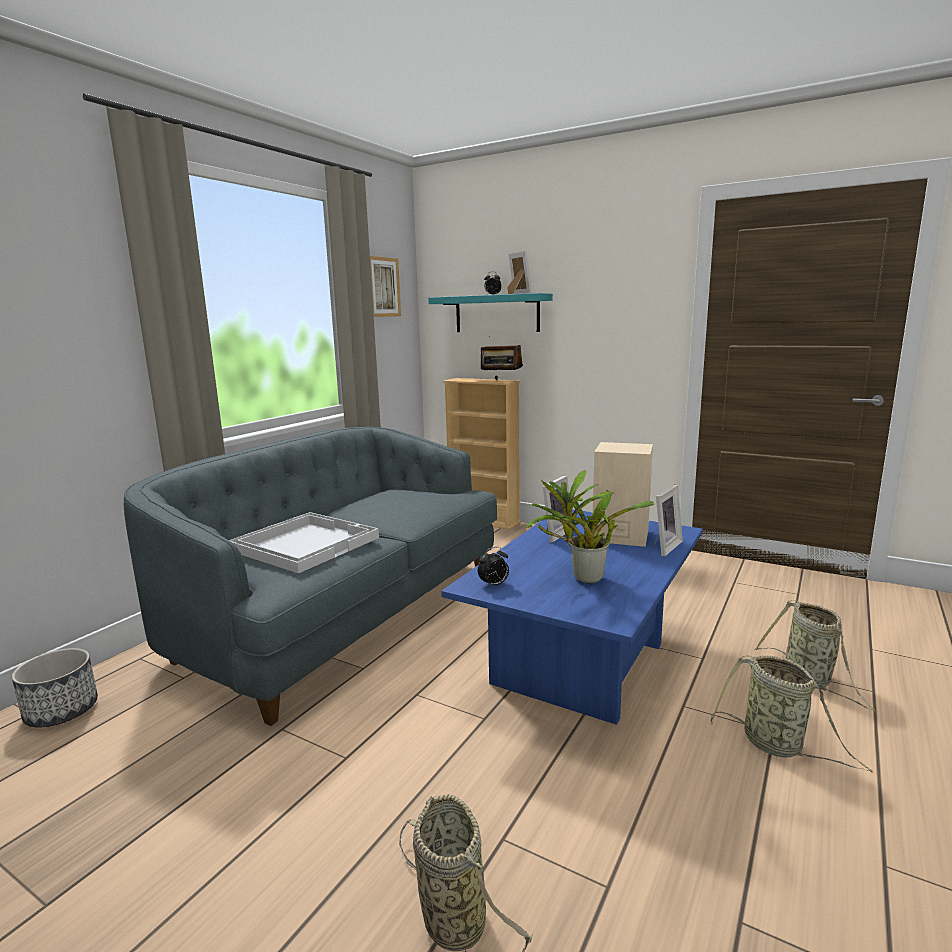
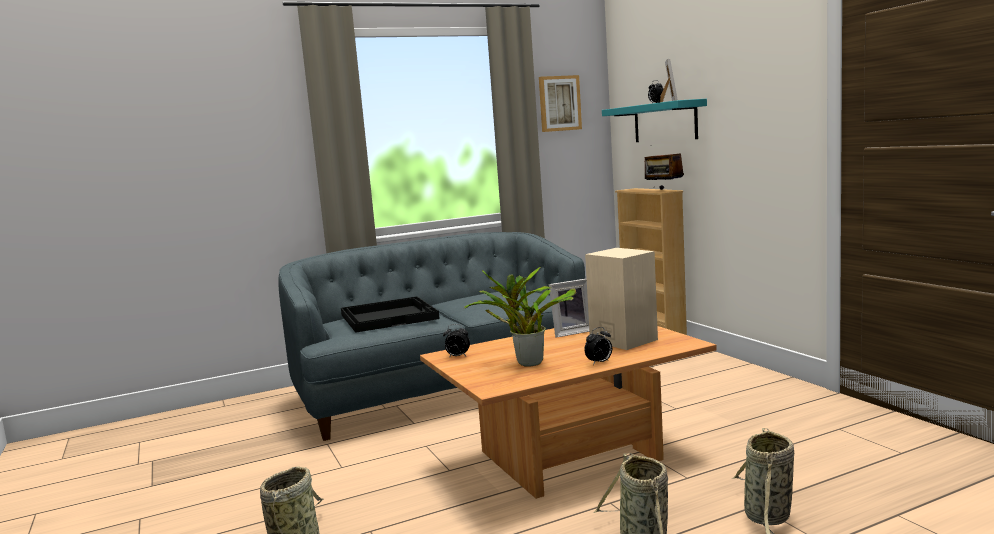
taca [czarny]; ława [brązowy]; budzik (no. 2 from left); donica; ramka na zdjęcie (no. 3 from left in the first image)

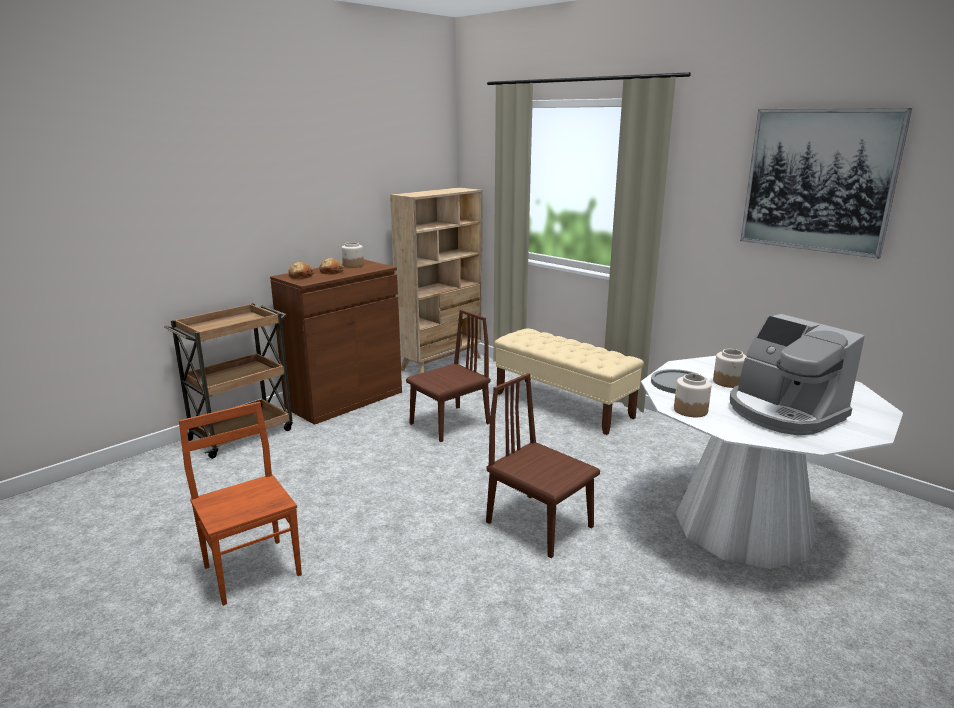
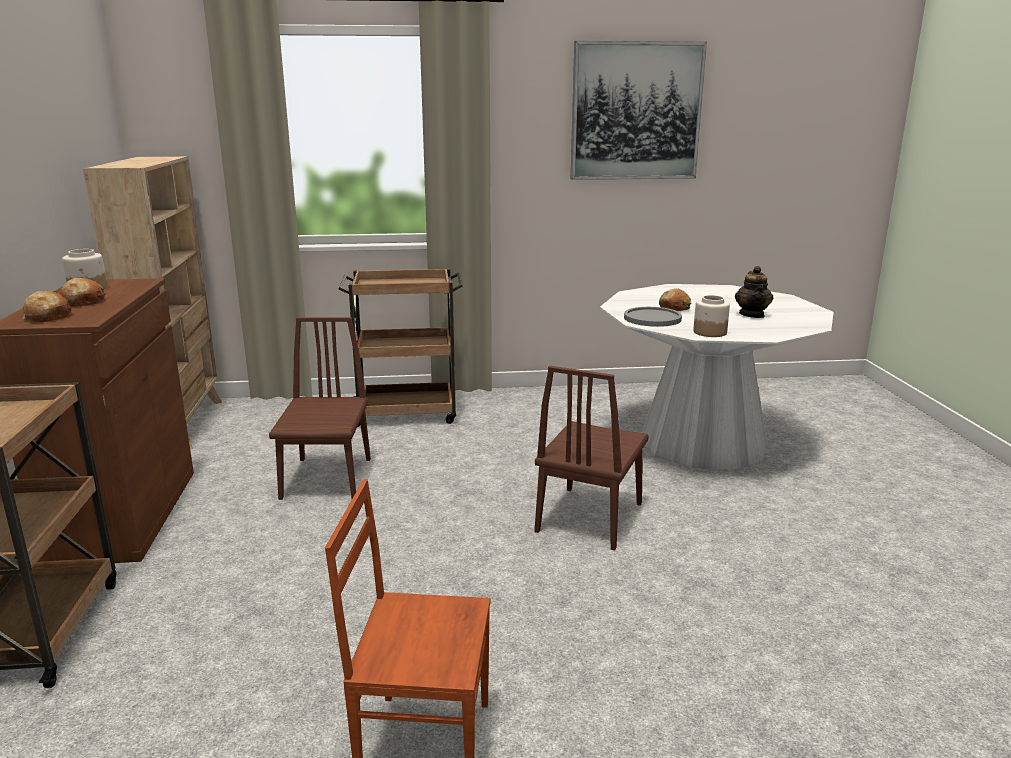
wózek [brązowy] (no. 2 from left); krzesło [brązowy] (no. 3 from left); chleb (no. 3 from left); imbryk

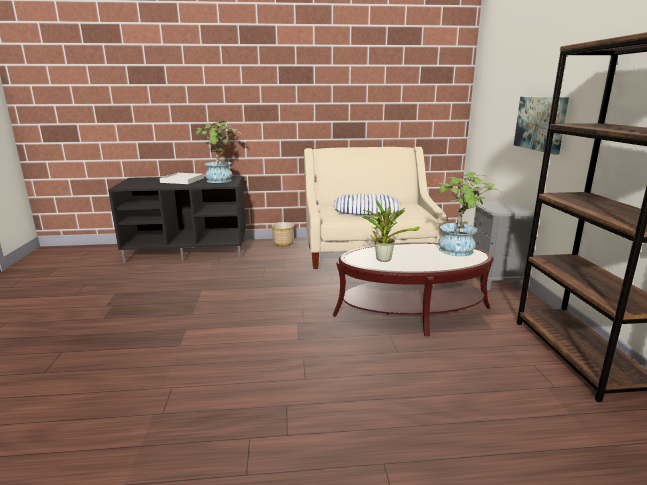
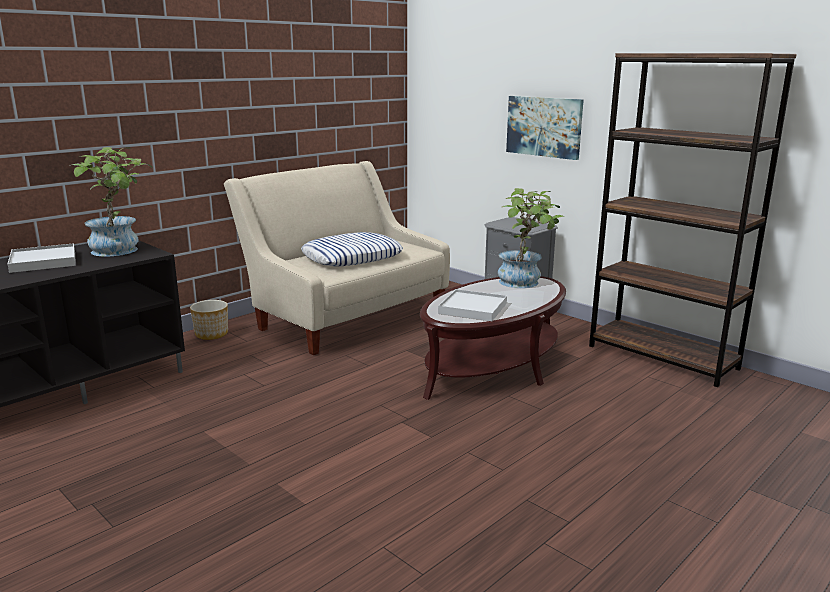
taca [biały] (no. 2 from left)

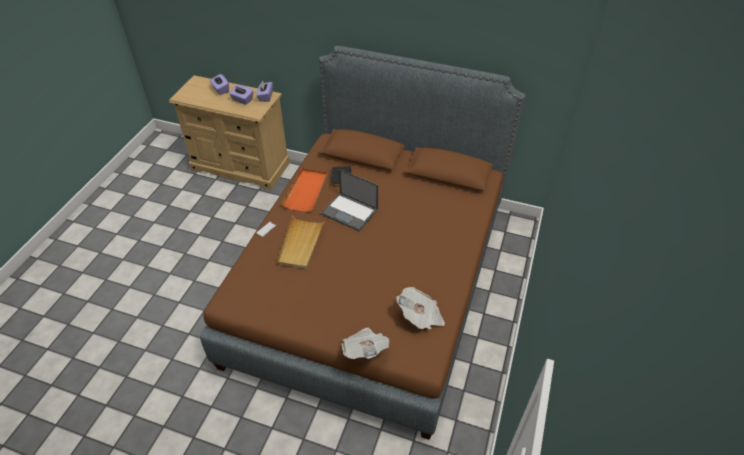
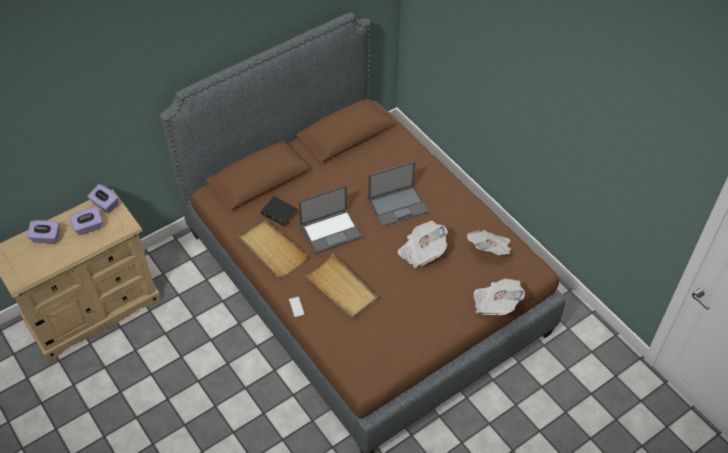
taca [beżowy] (no. 1 from left); laptop (no. 2 from left); gazeta (no. 1 from left)

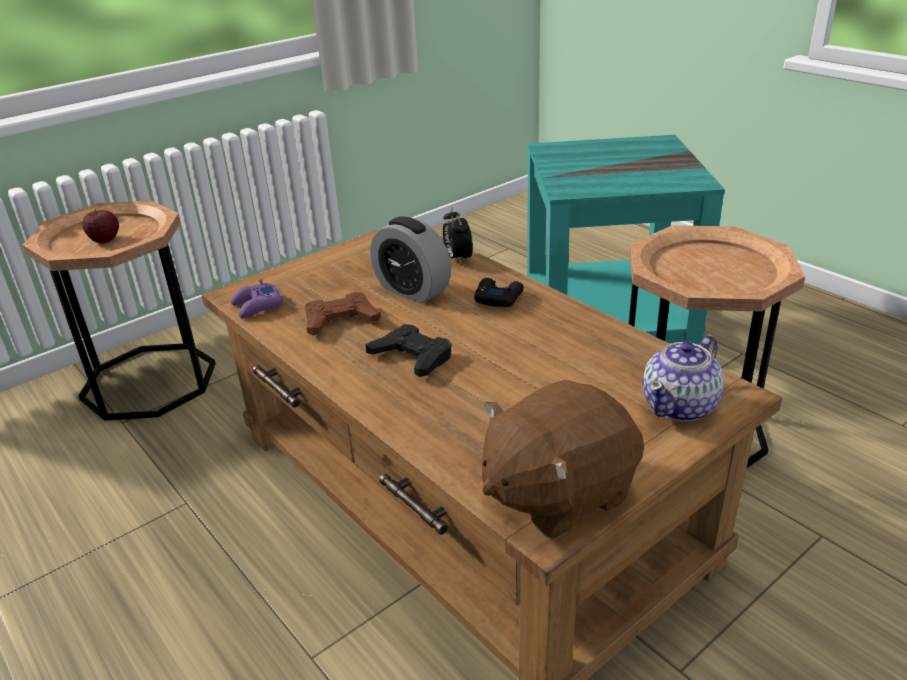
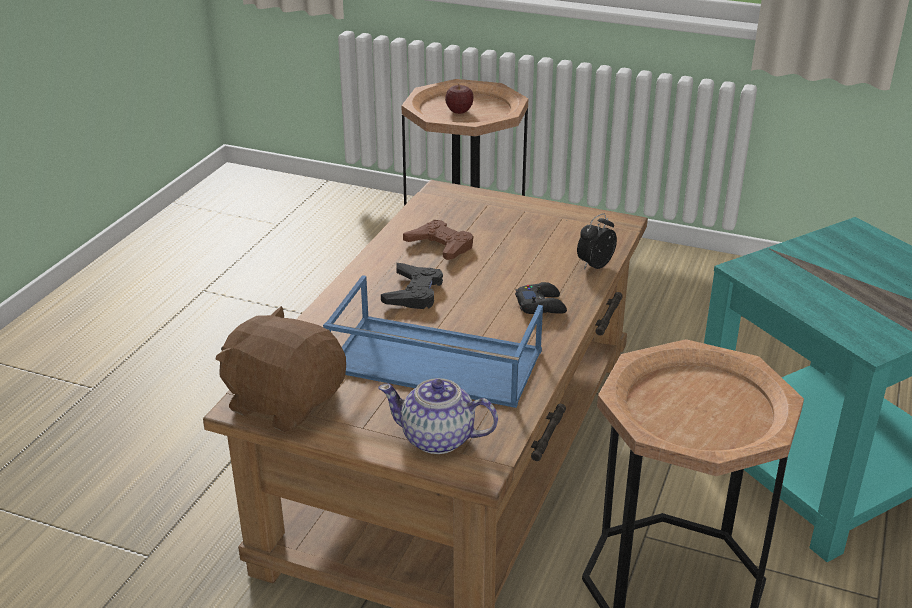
taca [niebieski]; pad do gier [fioletowy]; budzik (no. 1 from left in the first image)

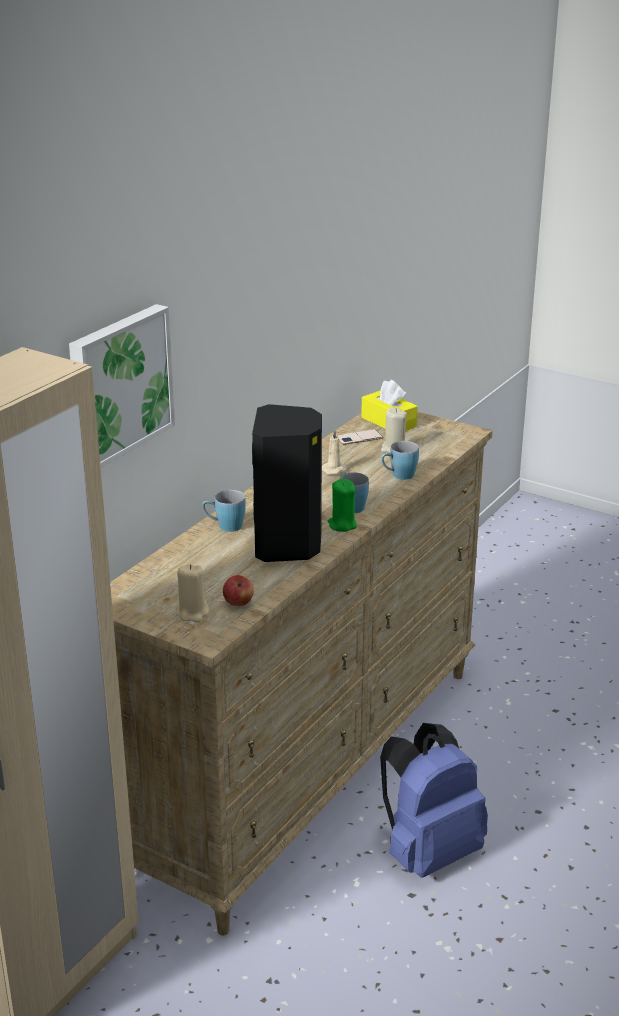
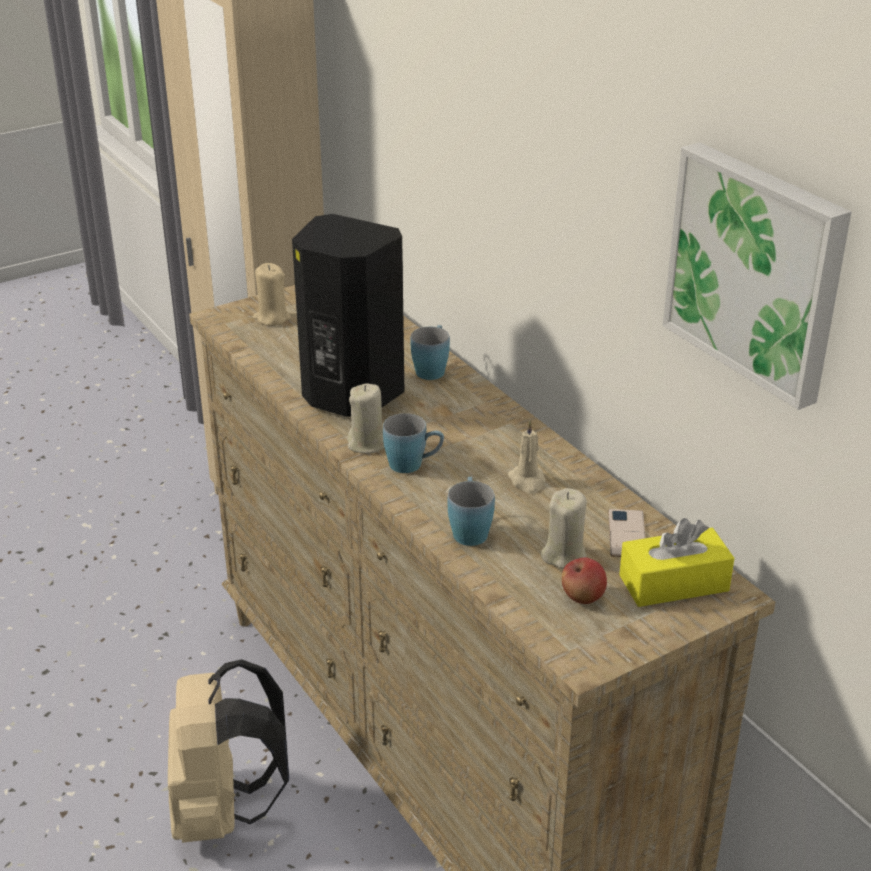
plecak [beżowy]; świeca [beżowy] (no. 2 from left); jabłko; obraz

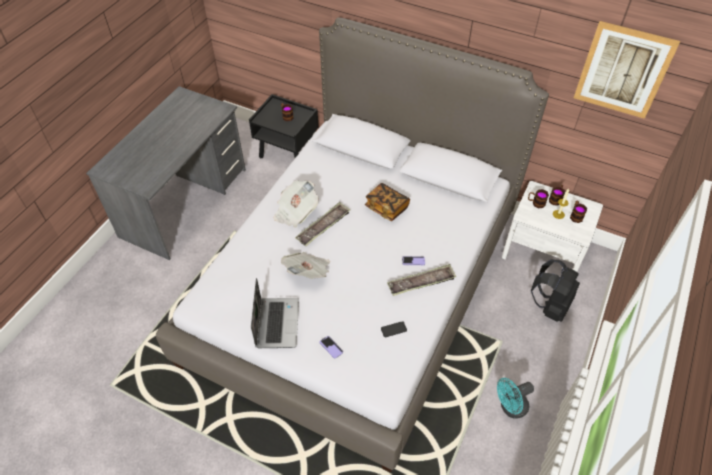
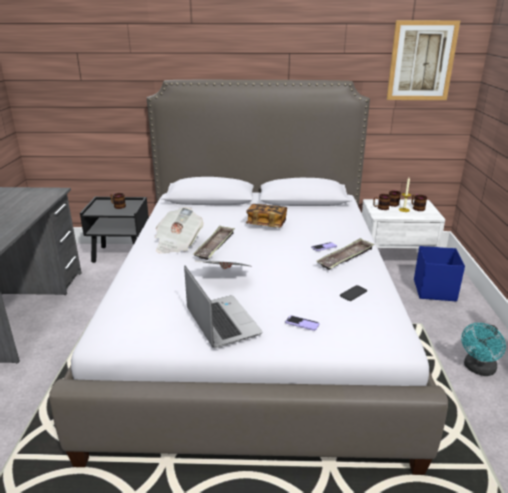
pojemnik do przechowywania [niebieski]

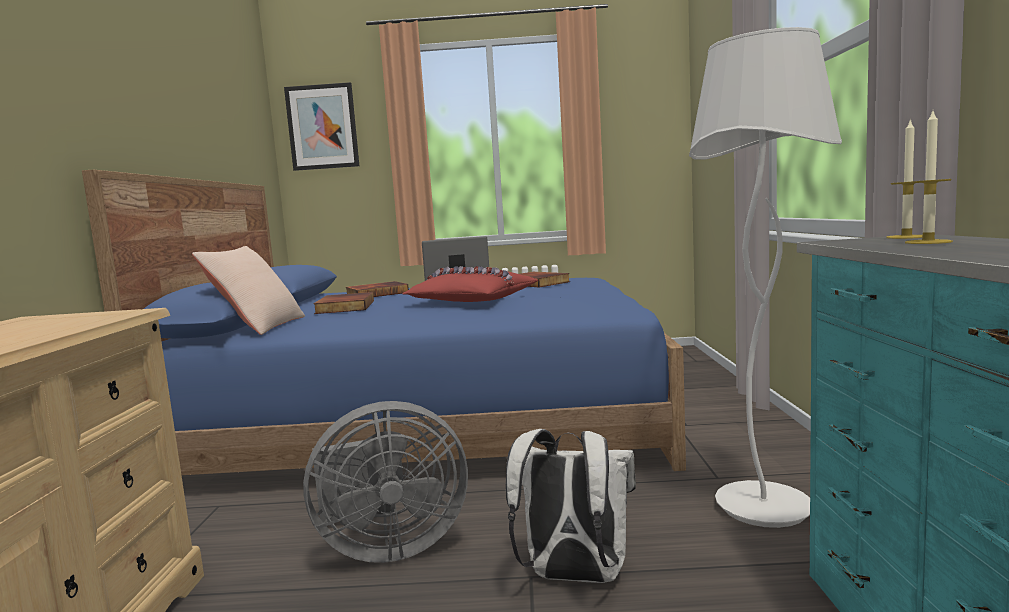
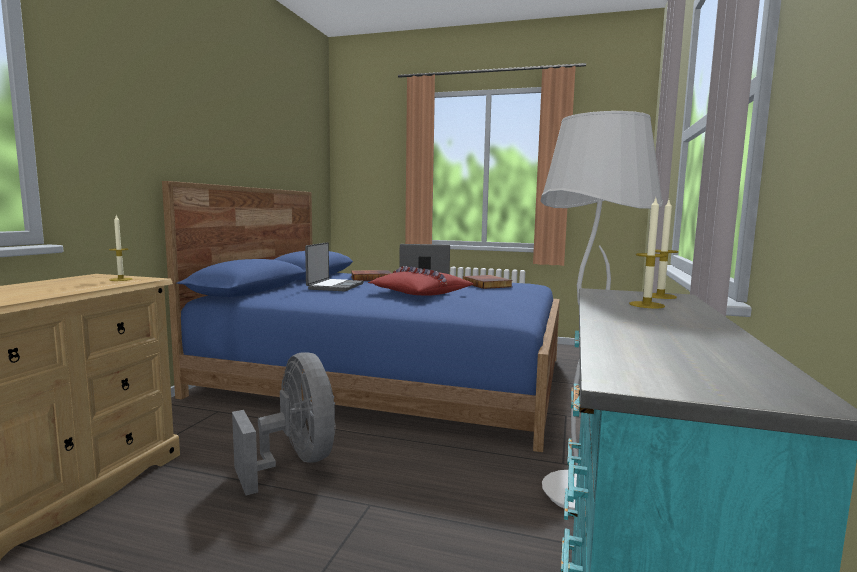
świeca (no. 1 from left); wentylator [szary]; laptop (no. 1 from left); poduszka [beżowy]; obraz; plecak [biały]

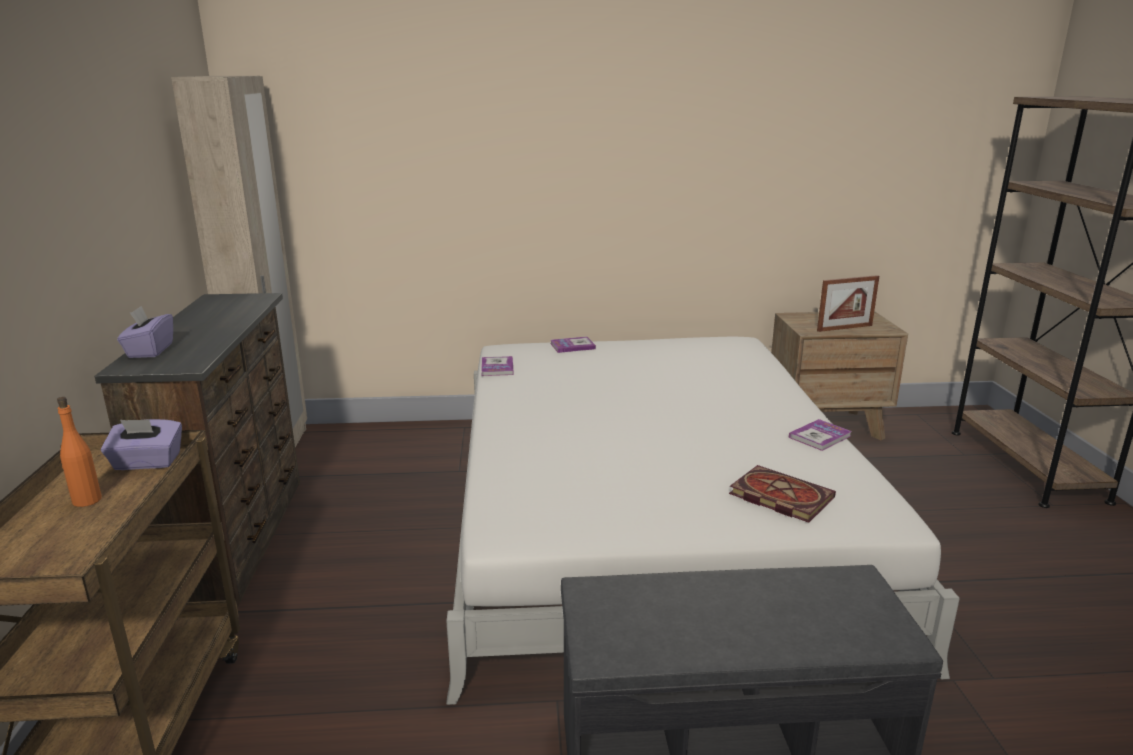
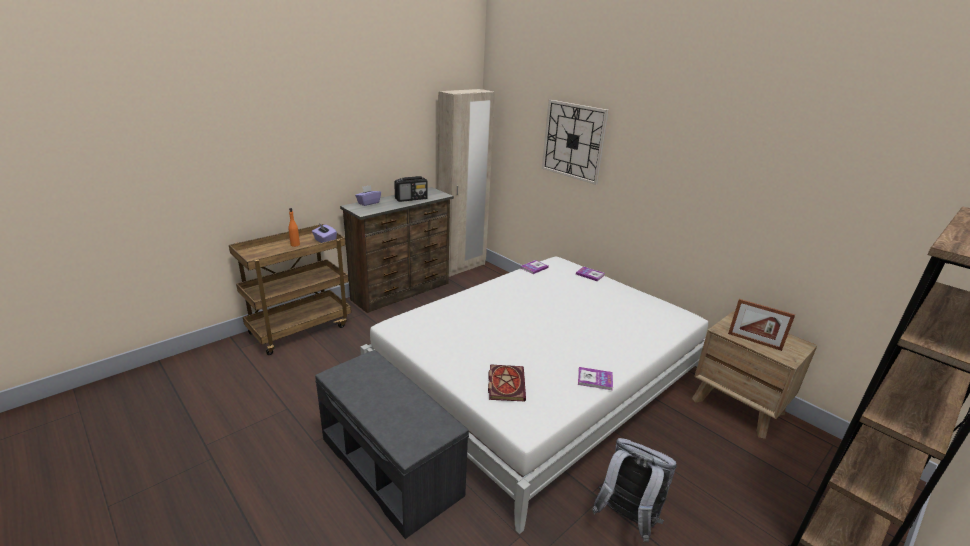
radio; zegar ścienny; plecak [szary]

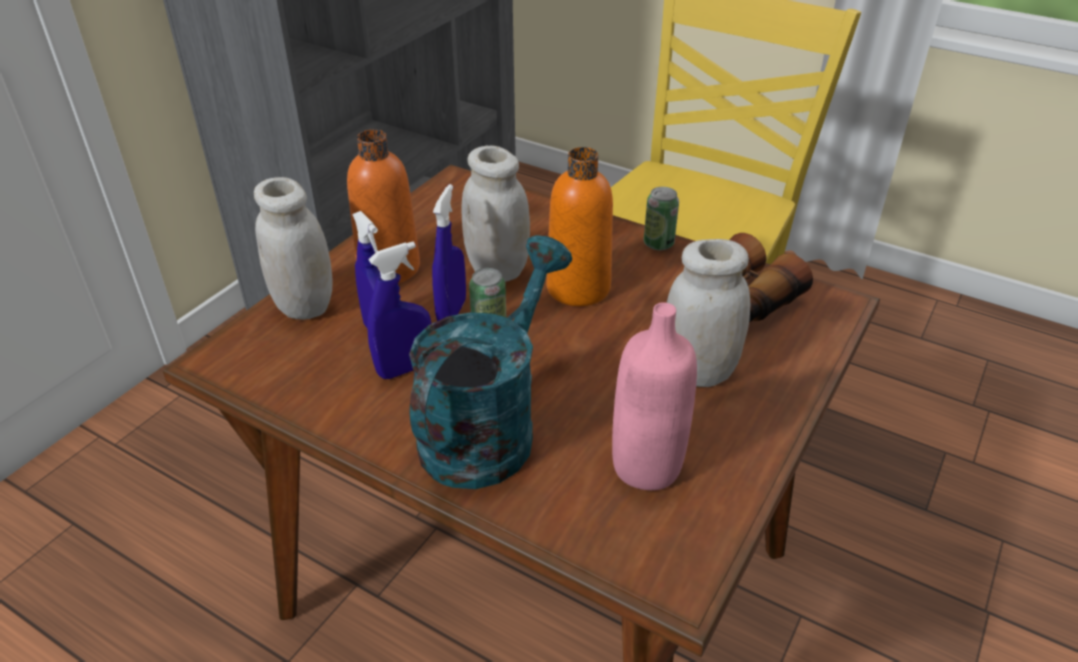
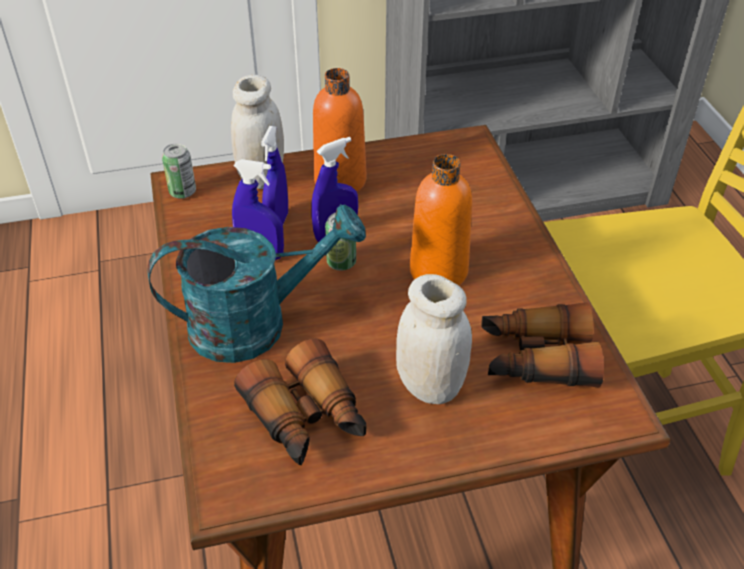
puszka (no. 1 from left); lornetka (no. 1 from left); słoik [biały] (no. 2 from left in the first image)

